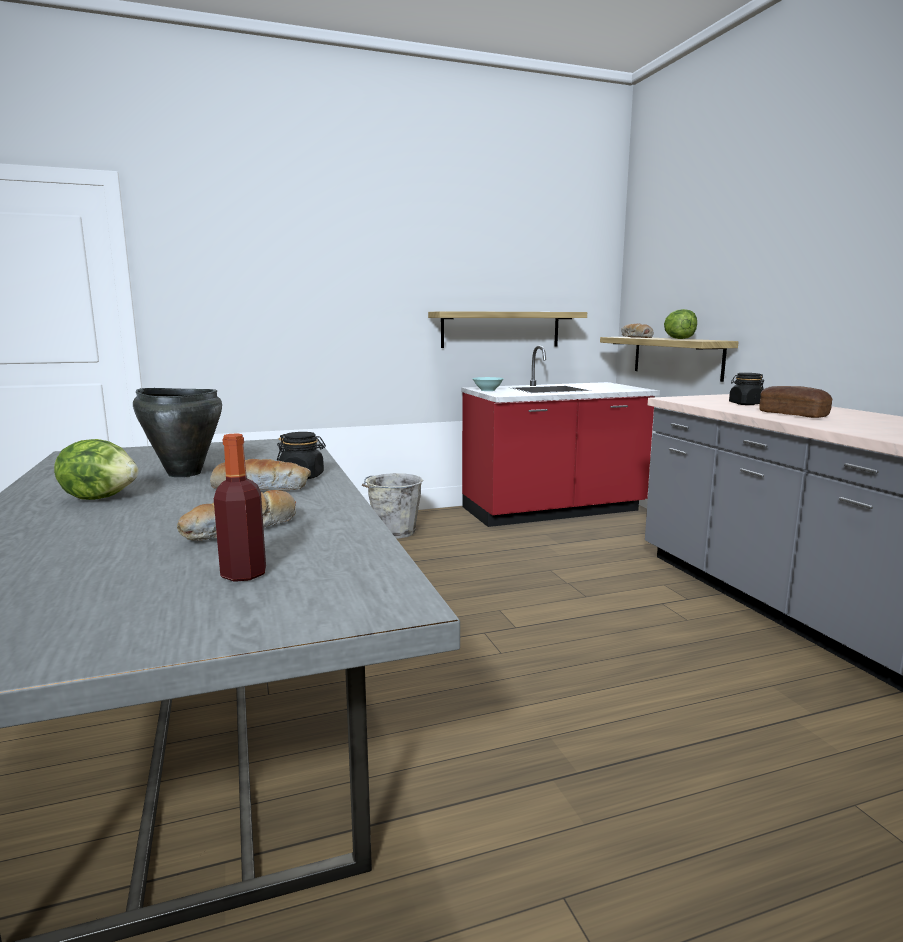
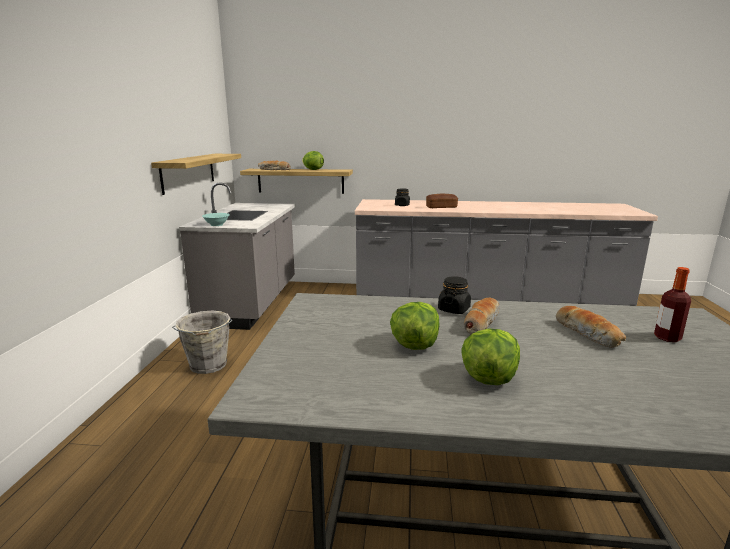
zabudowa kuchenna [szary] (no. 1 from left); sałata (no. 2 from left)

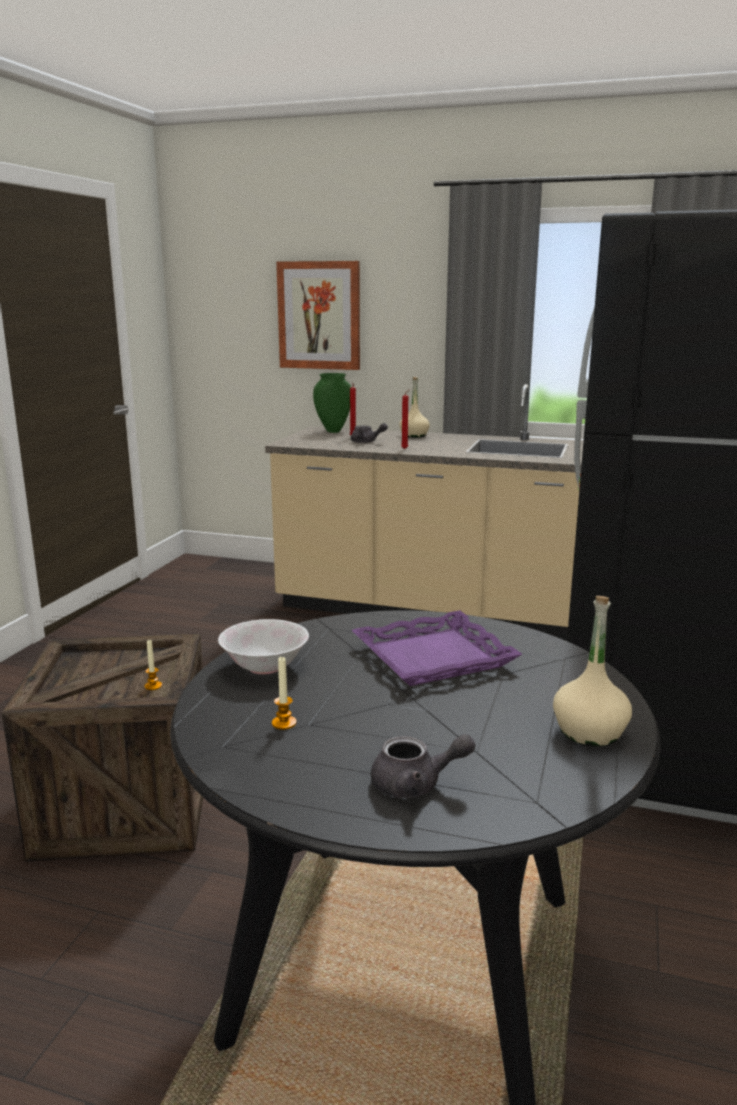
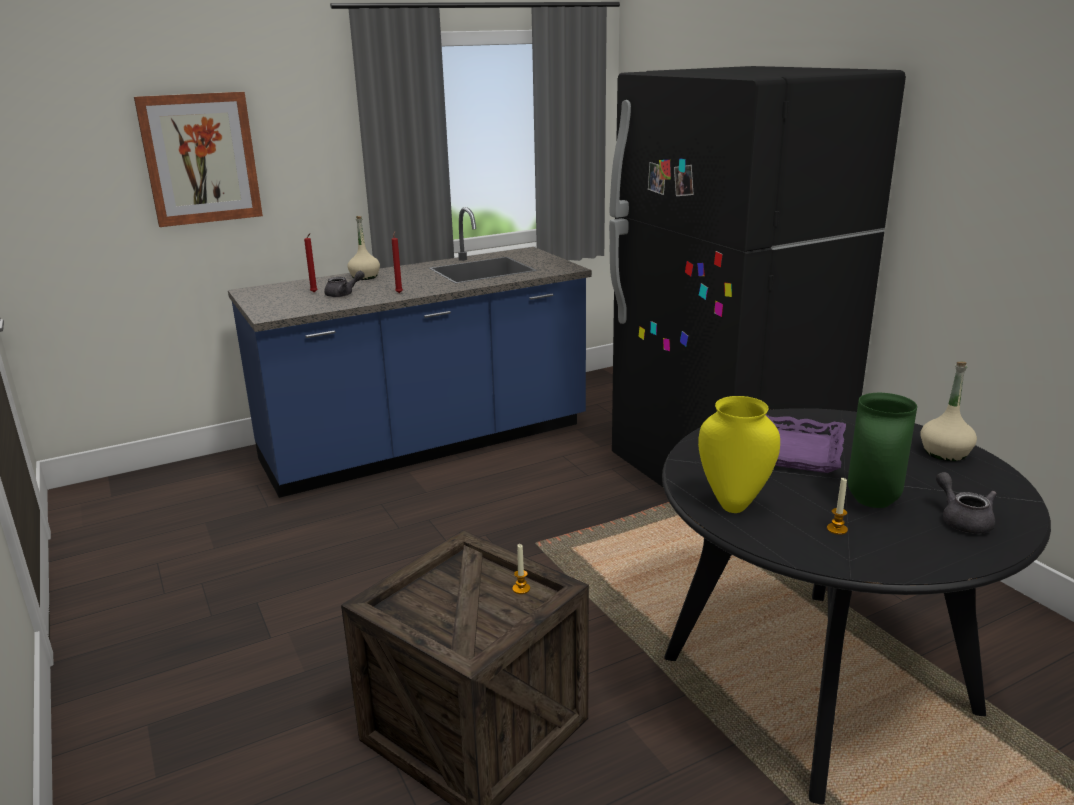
zabudowa kuchenna [niebieski]; wazon [żółty]; wazon [zielony]; imbryk [szary] (no. 2 from left)

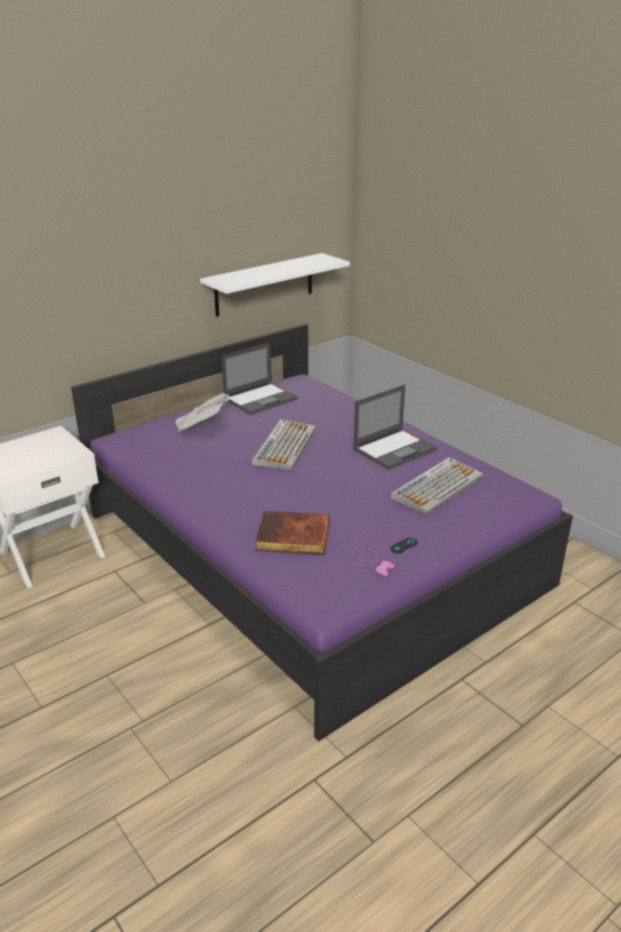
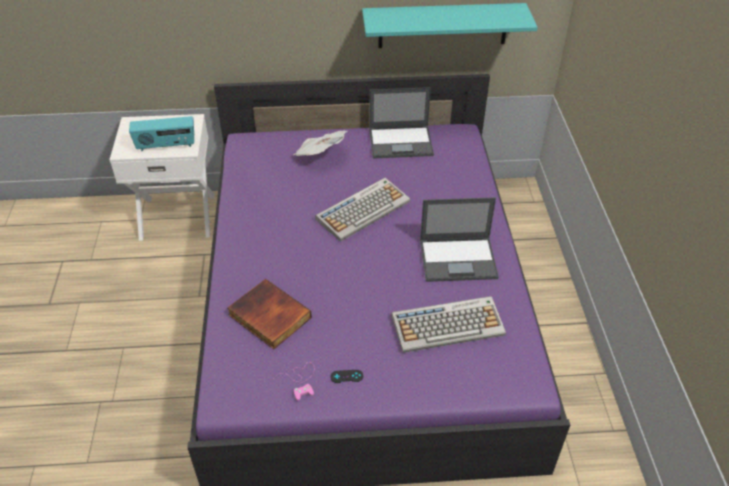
radio; półka [turkusowy]

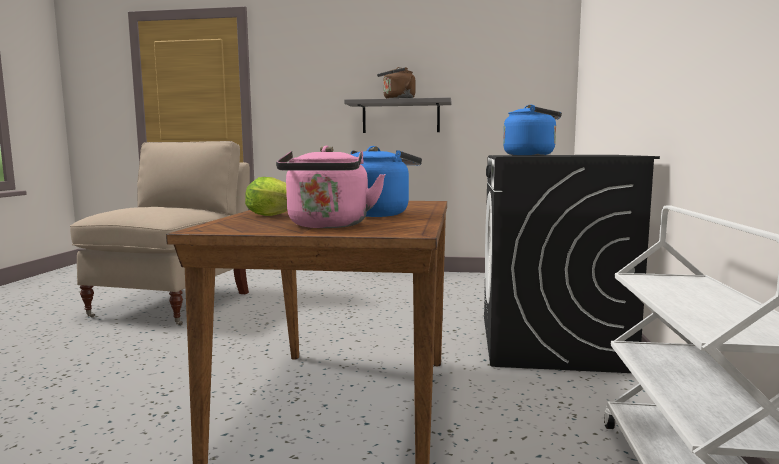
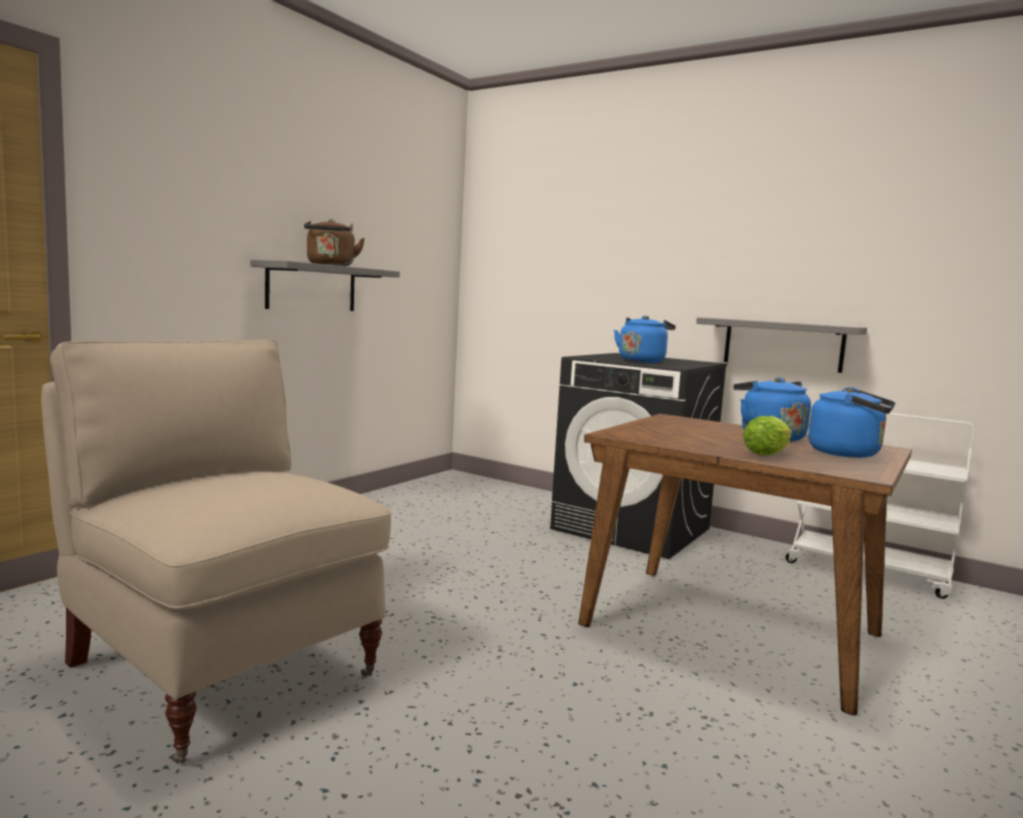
półka [szary] (no. 2 from left); czajnik [niebieski] (no. 3 from left)

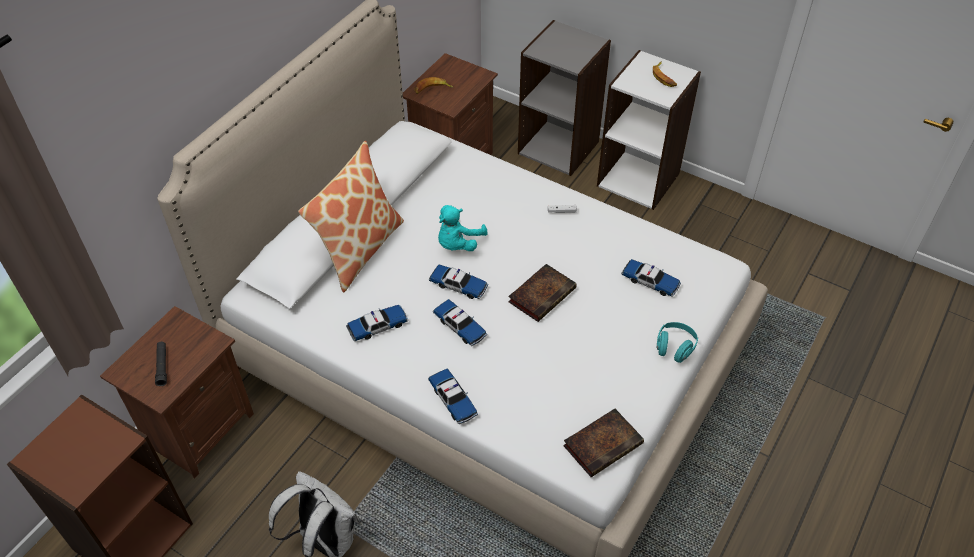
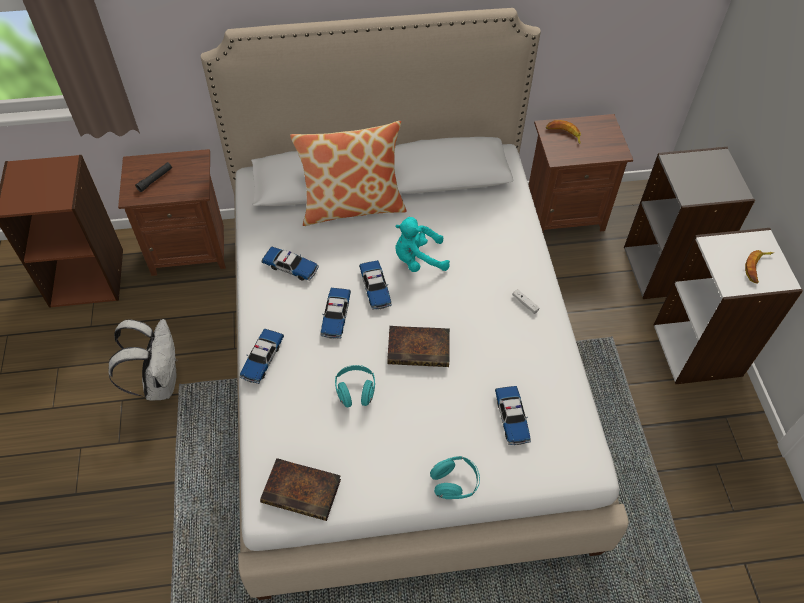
słuchawki [turkusowy] (no. 1 from left)

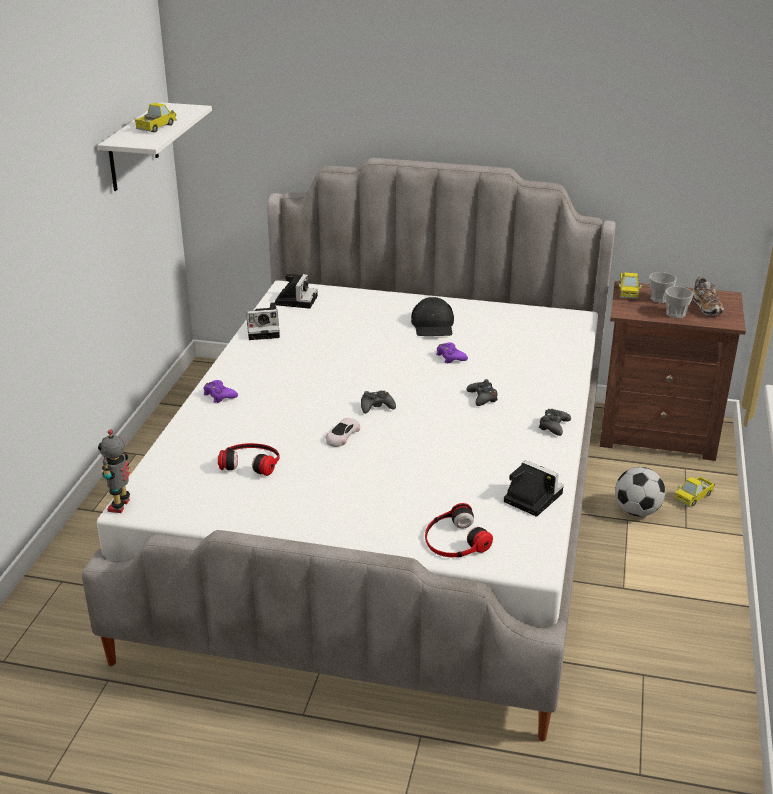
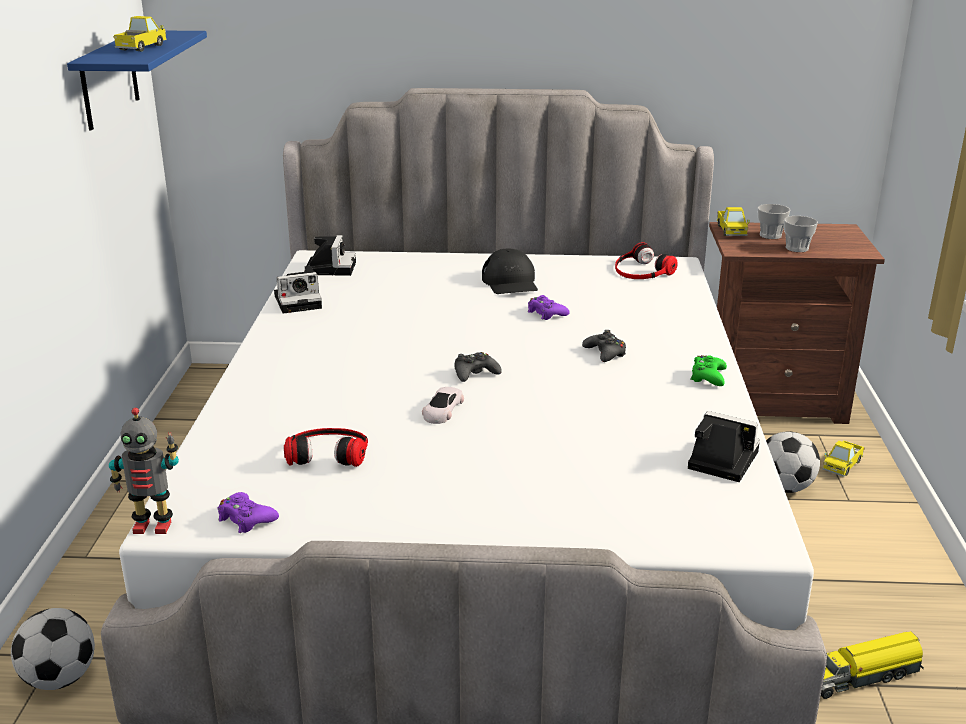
piłka futbolowa (no. 1 from left); półka [niebieski]; robot zabawkowy; pad do gier [fioletowy] (no. 1 from left); słuchawki (no. 2 from left); pad do gier [zielony]; ciężarówka zabawkowa (no. 4 from left); but

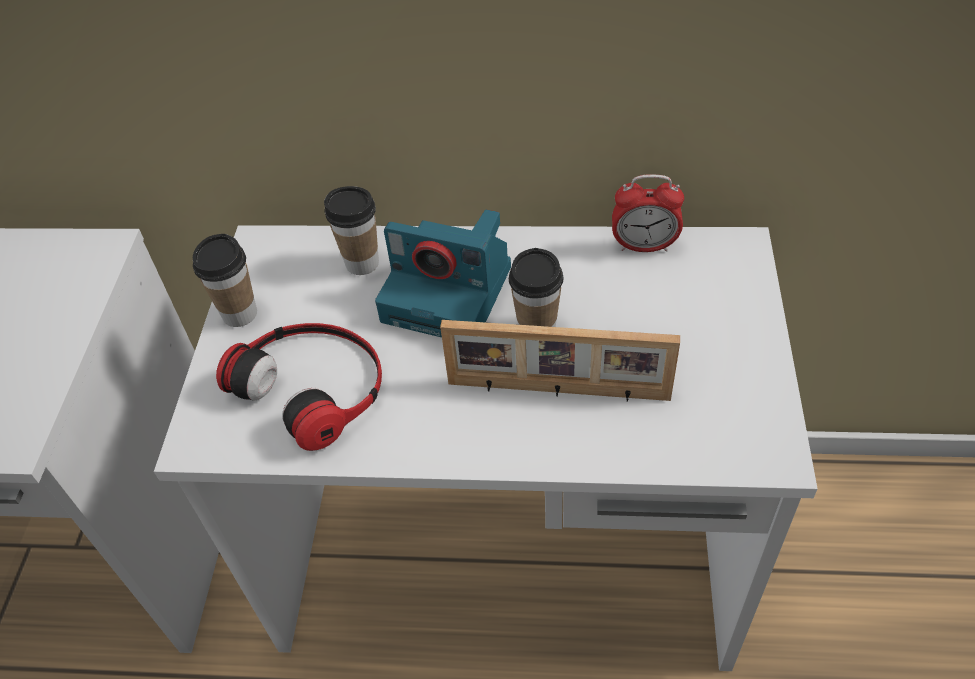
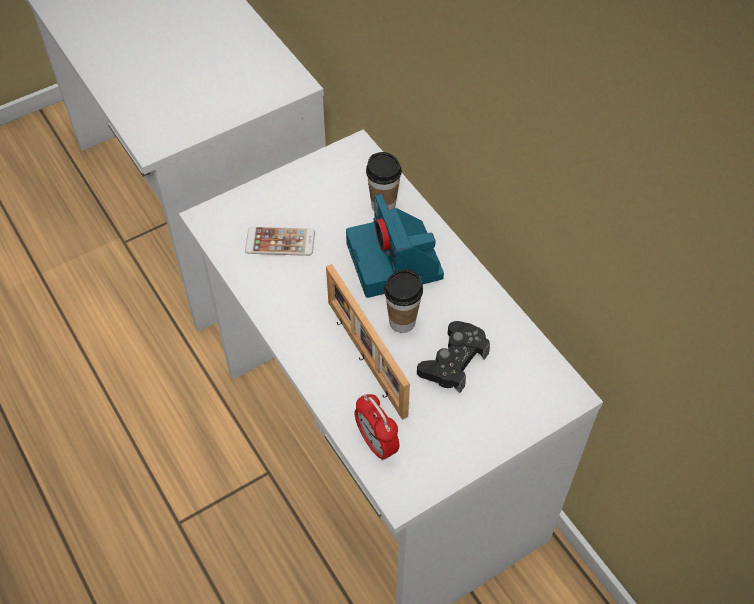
telefon; budzik; pad do gier [czarny]; filiżanka (no. 1 from left in the first image)

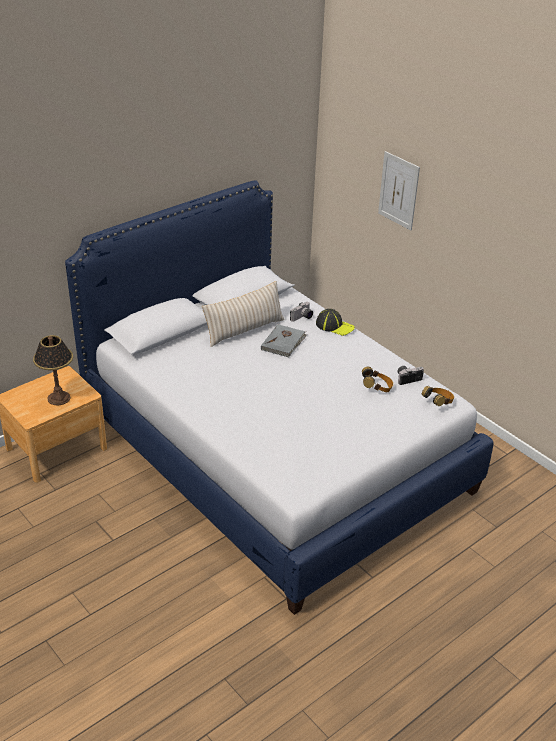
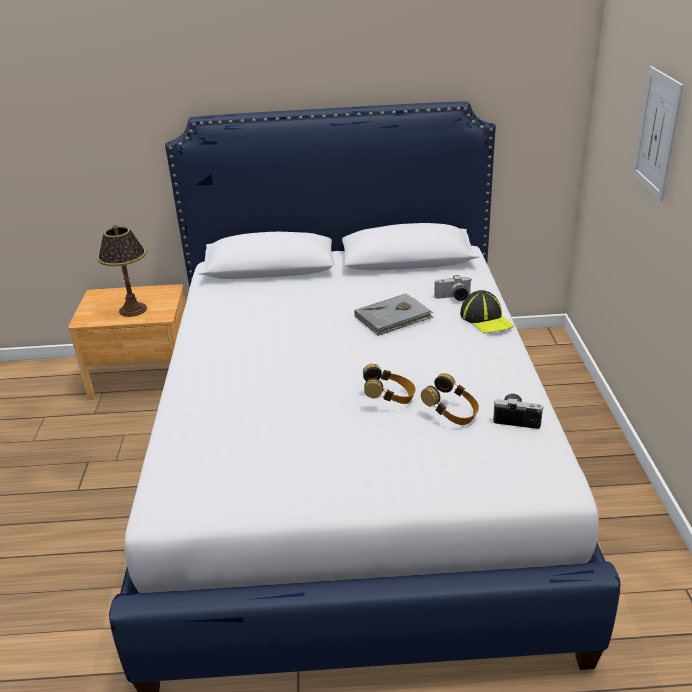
słuchawki (no. 1 from left); poduszka [beżowy]

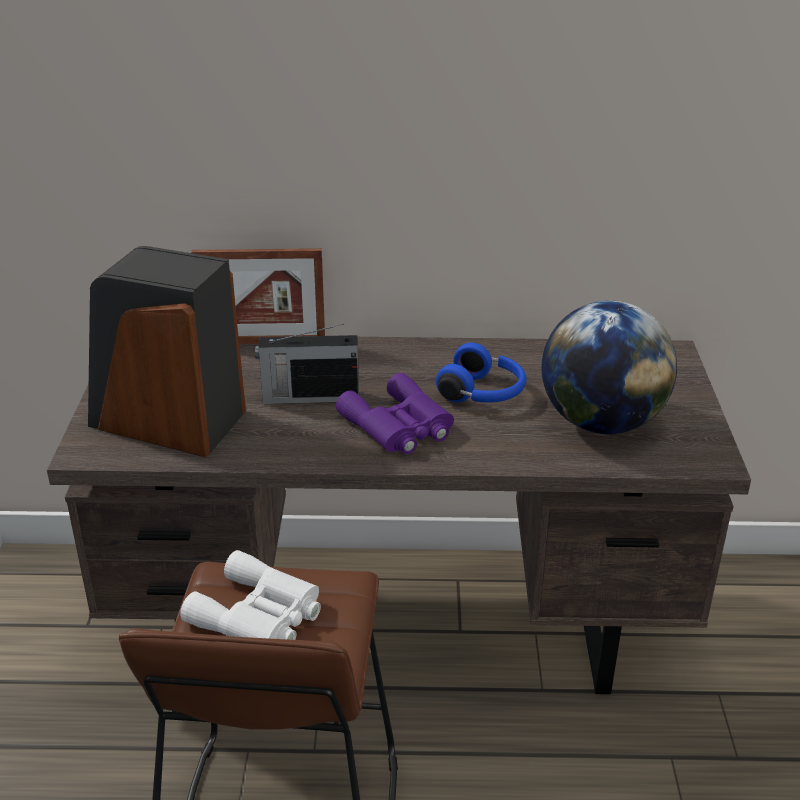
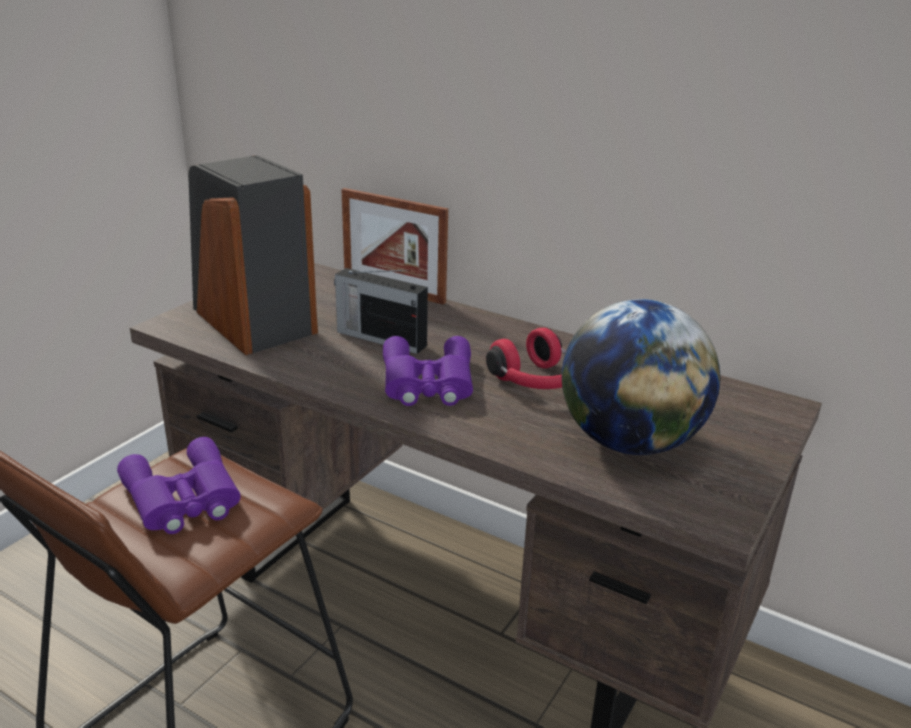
lornetka [fioletowy] (no. 1 from left); słuchawki [czerwony]

